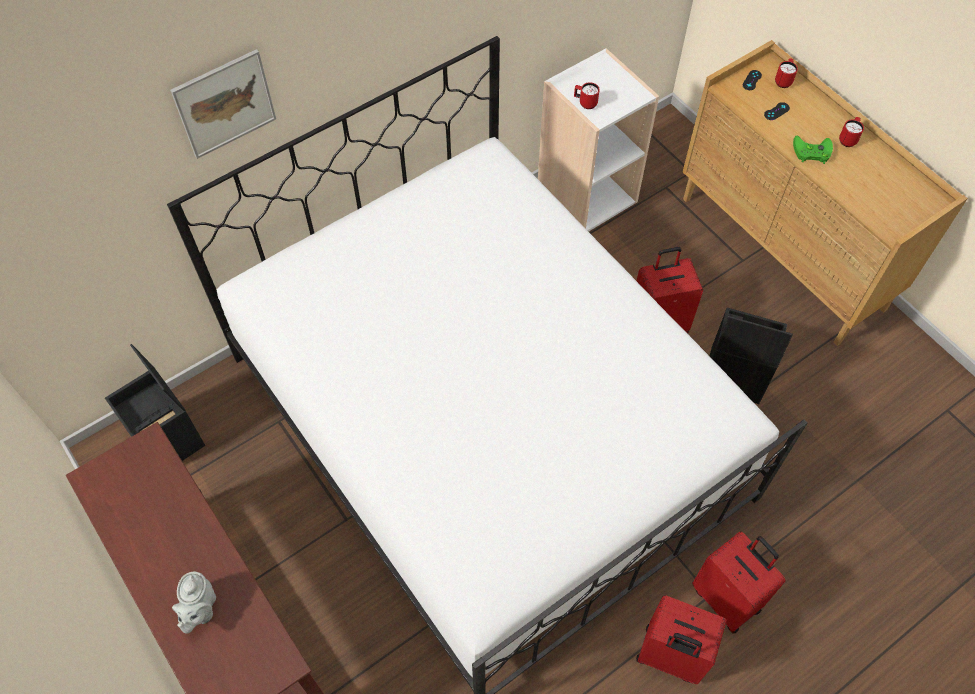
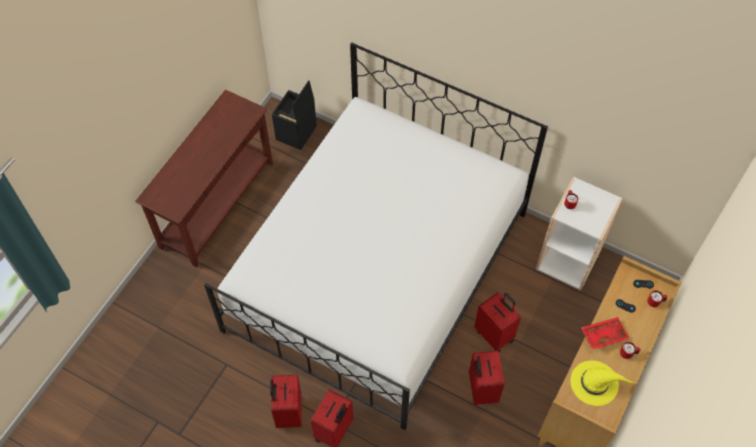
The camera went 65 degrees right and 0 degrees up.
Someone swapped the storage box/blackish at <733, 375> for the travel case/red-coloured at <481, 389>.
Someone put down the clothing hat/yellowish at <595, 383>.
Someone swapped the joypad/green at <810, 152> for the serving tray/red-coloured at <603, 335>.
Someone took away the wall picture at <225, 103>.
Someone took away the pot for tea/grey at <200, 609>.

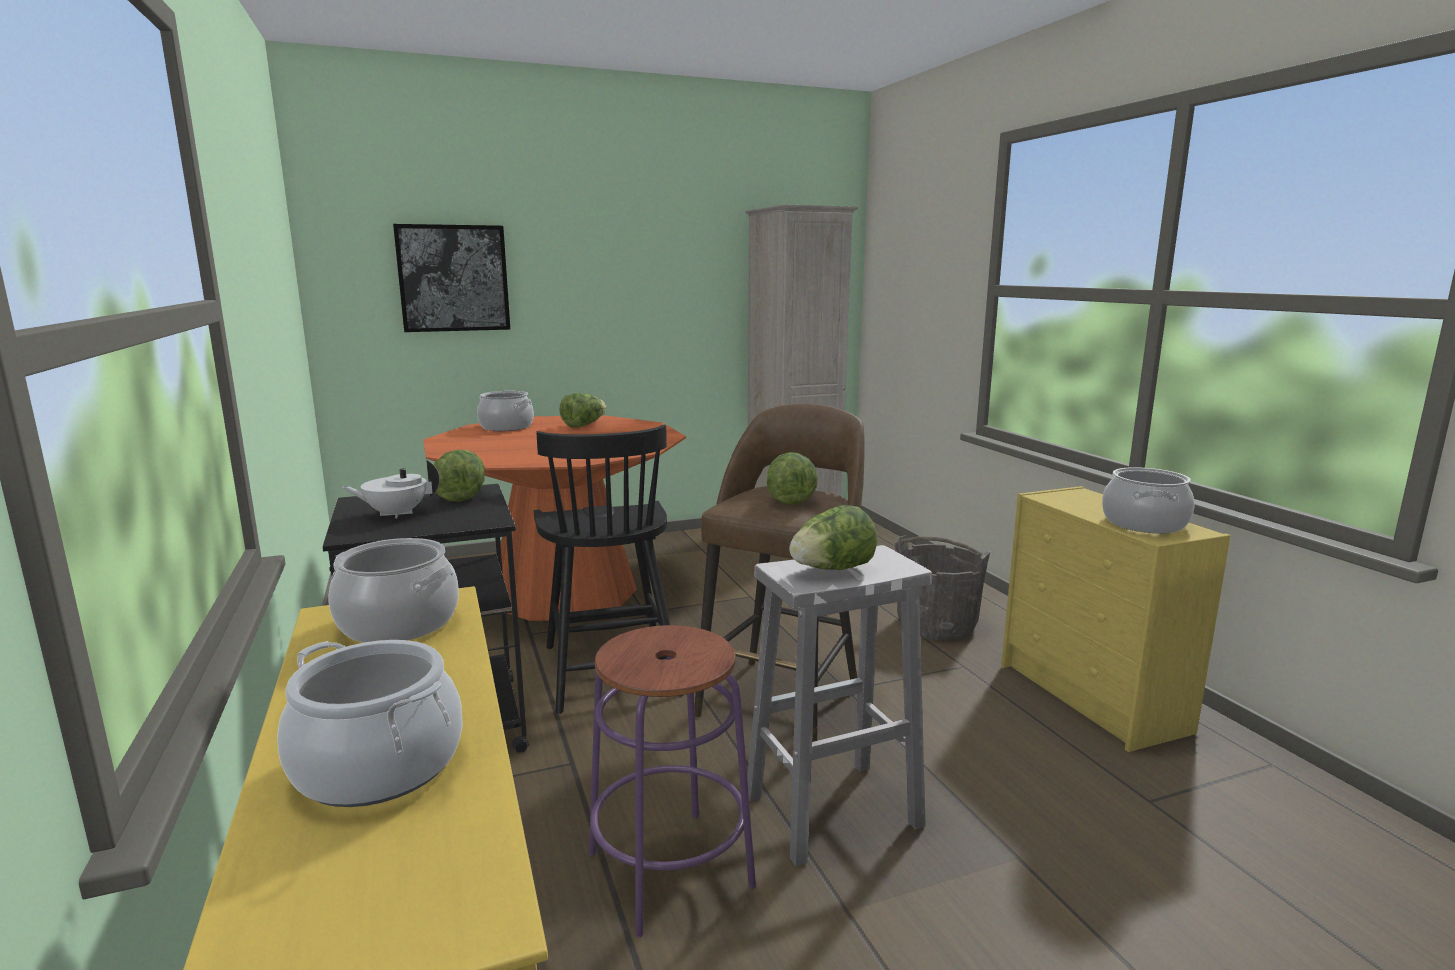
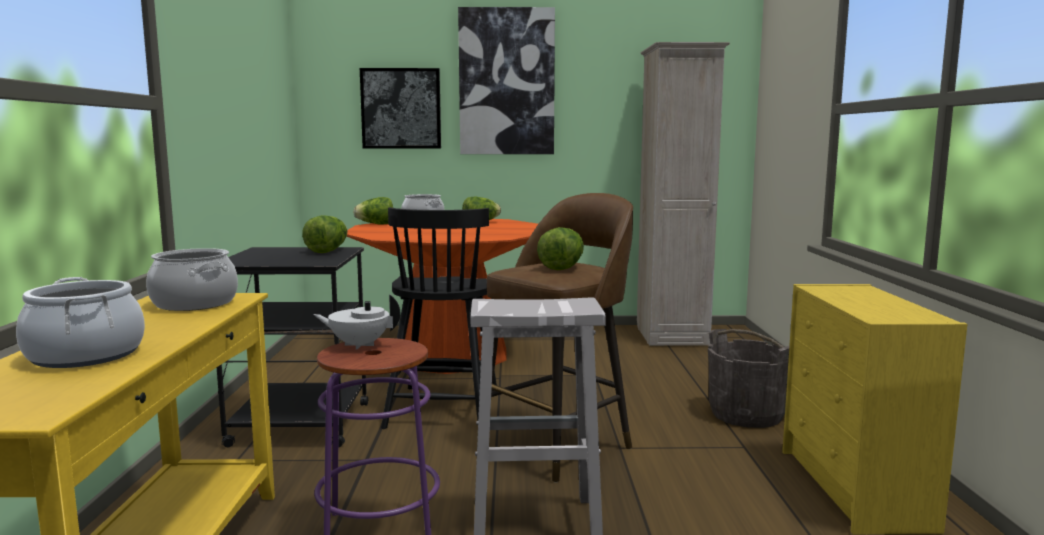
The camera went 20 degrees right and 5 degrees down.
Someone carried the pot for tea/white from <396, 514> to <359, 345>.
Someone carried the head of lettuce from <832, 570> to <376, 224>.
Someone put up the wall picture at <506, 82>.
Someone took away the saucepot at <1145, 524>.

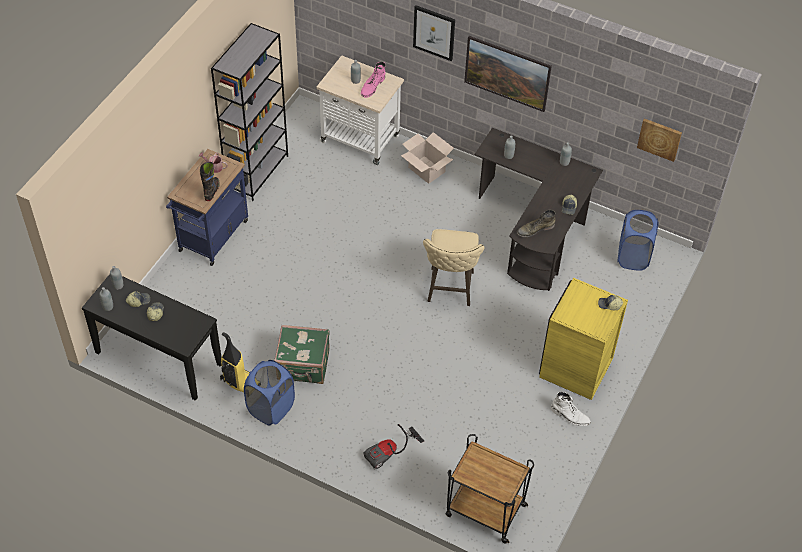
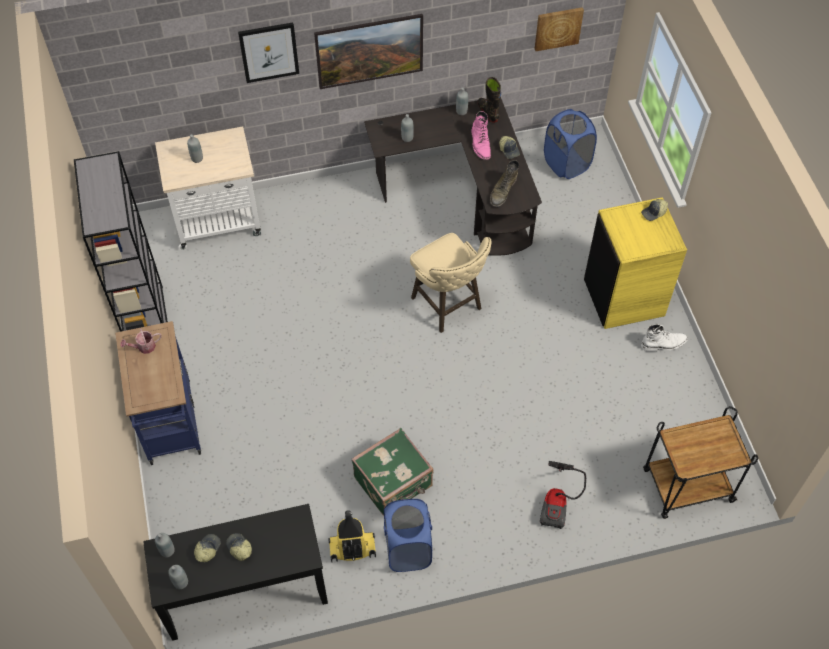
The camera went 40 degrees left and 5 degrees up.
Someone carried the high-top boot/pinkish from <372, 86> to <480, 144>.
Someone carried the high-top boot/blackish from <212, 191> to <488, 112>.
Someone took away the packing box at <427, 169>.

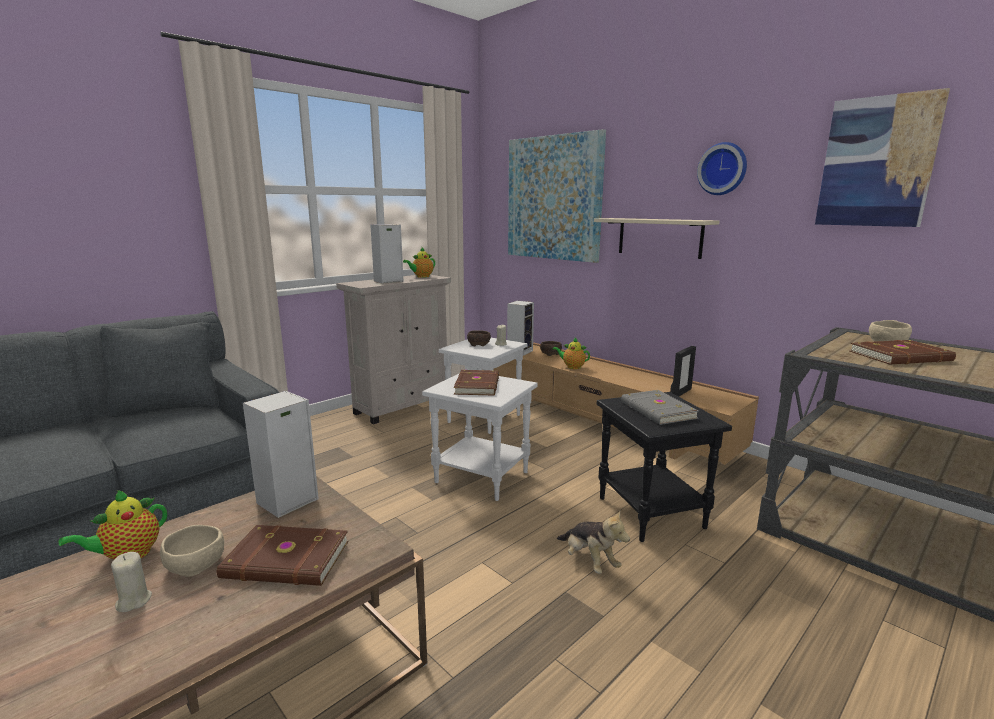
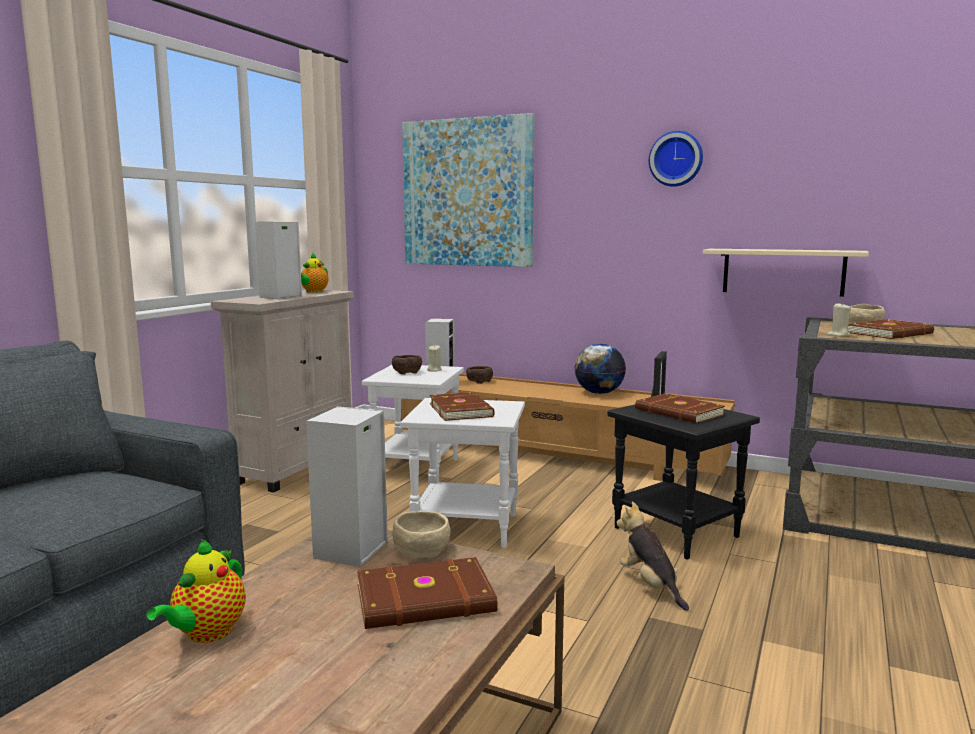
The camera went 20 degrees left and 5 degrees down.
Someone carried the bowl/sand-coloured from <197, 564> to <423, 550>.
Someone put down the world globe at <599, 393>.
Someone rotated the cuddly toy at <589, 561> by 150 degrees counterclockwise.
Someone repainted the book/grey at <657, 410>, which became the book/brown-coloured at <678, 412>.
Someone carried the wall shelf/sand-coloured from <659, 237> to <783, 272>.
Someone carried the wax candle/sand-coloured from <133, 601> to <838, 335>.
Someone took away the pot for tea at <572, 367>.
Someone took away the wall picture at <877, 162>.

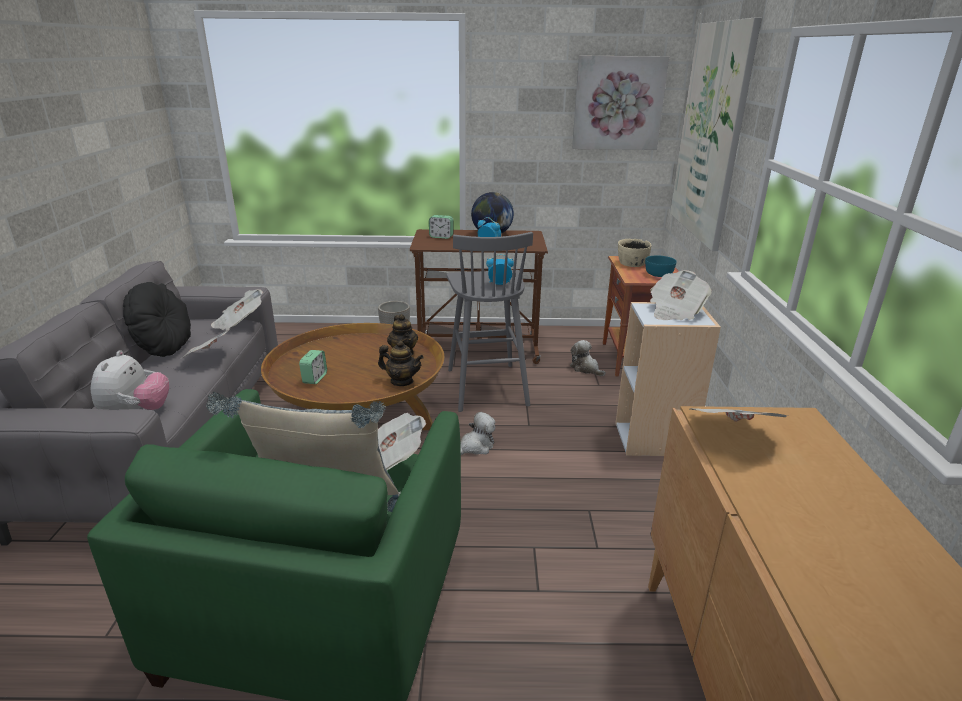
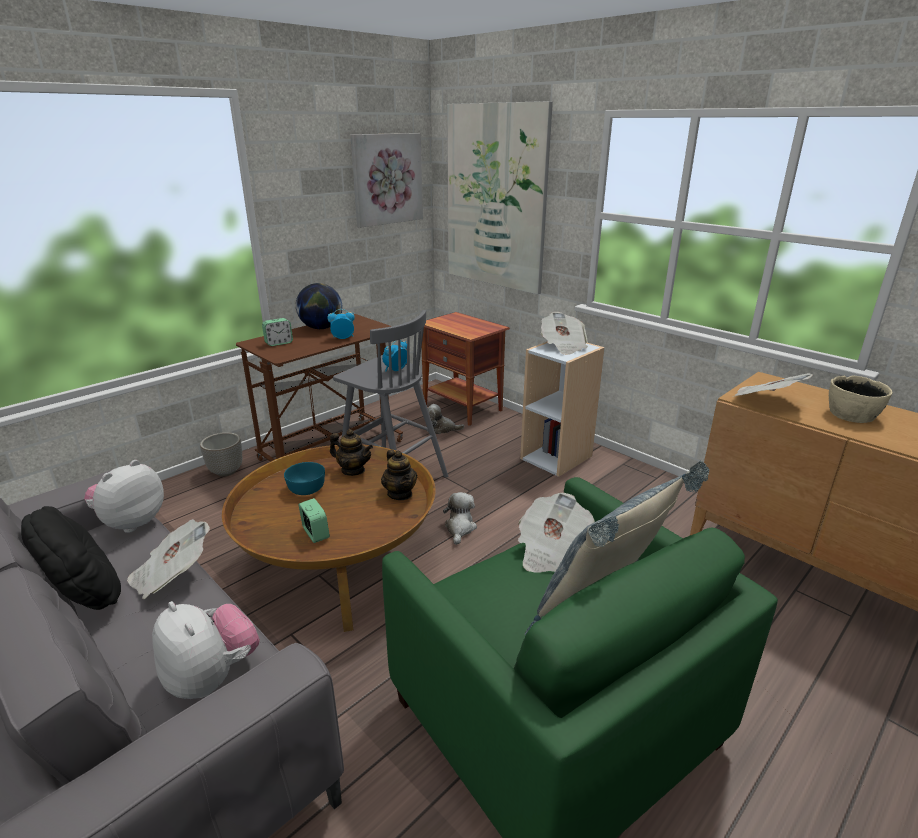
The camera went 45 degrees left and 0 degrees up.
Someone swapped the daily paper at <239, 323> for the cuddly toy at <131, 522>.
Someone carried the bowl/blue-green from <659, 274> to <307, 488>.
Someone rotated the pot for tea at <402, 381> by 90 degrees clockwise.
Someone carried the bowl/sand-coloured from <632, 263> to <852, 415>.

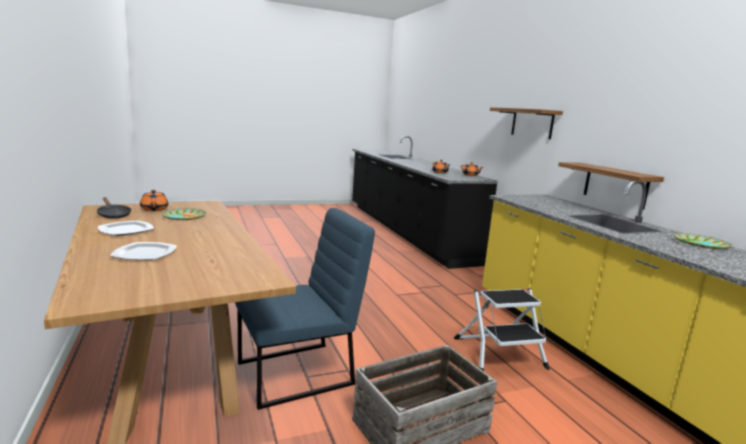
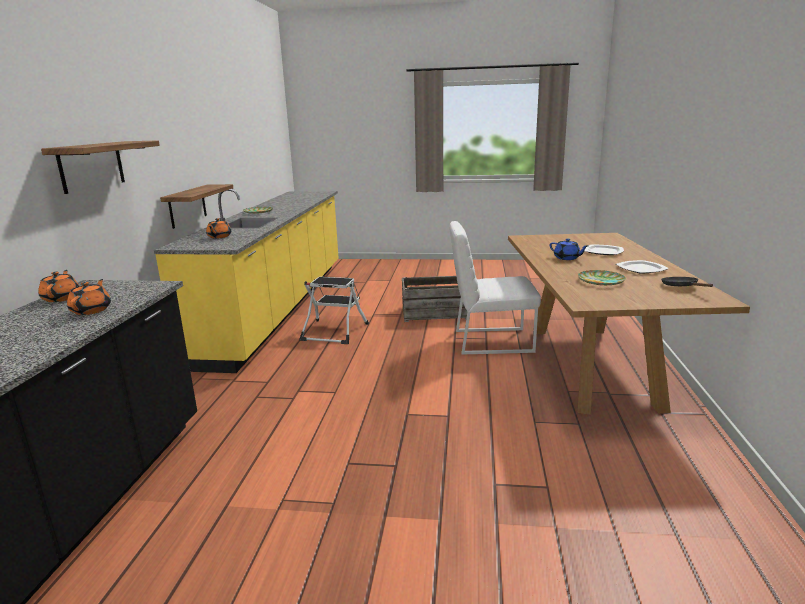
The camera went 150 degrees left and 5 degrees up.
Someone carried the pot for tea/orange from <154, 209> to <219, 237>.
Someone repainted the plain chair/blue-coloured at <299, 373>, which became the plain chair/white at <490, 341>.
Someone put down the pot for tea/blue-coloured at <567, 258>.

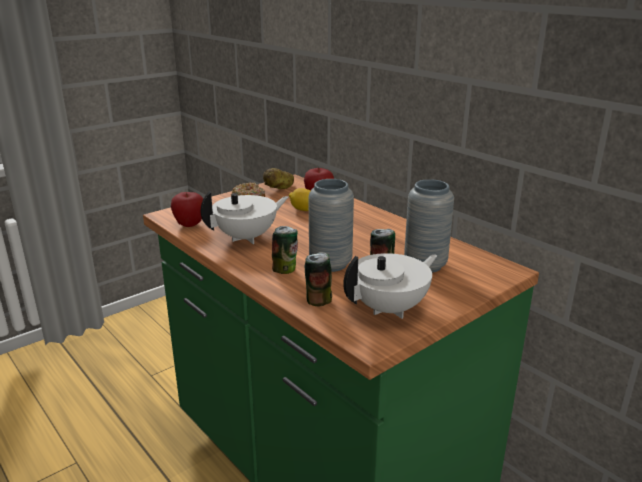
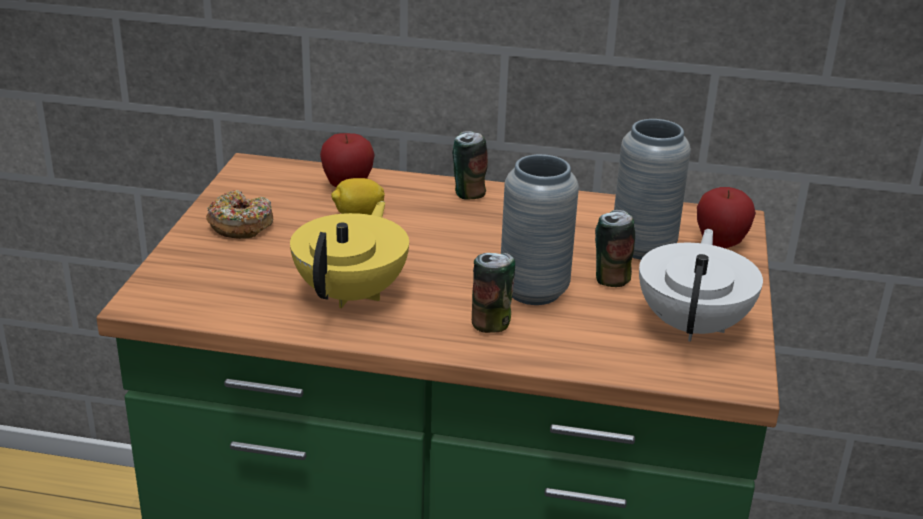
The camera went 40 degrees left and 5 degrees up.
Someone repainted the pot for tea/white at <247, 237>, which became the pot for tea/yellowish at <352, 293>.
Someone carried the sealed can from <318, 300> to <468, 193>.
Someone carried the apple from <190, 225> to <720, 244>.
Someone took away the whole potato at <279, 188>.

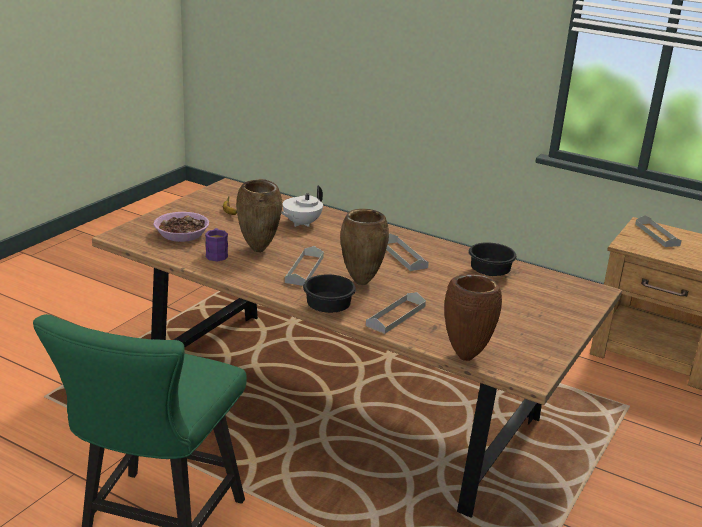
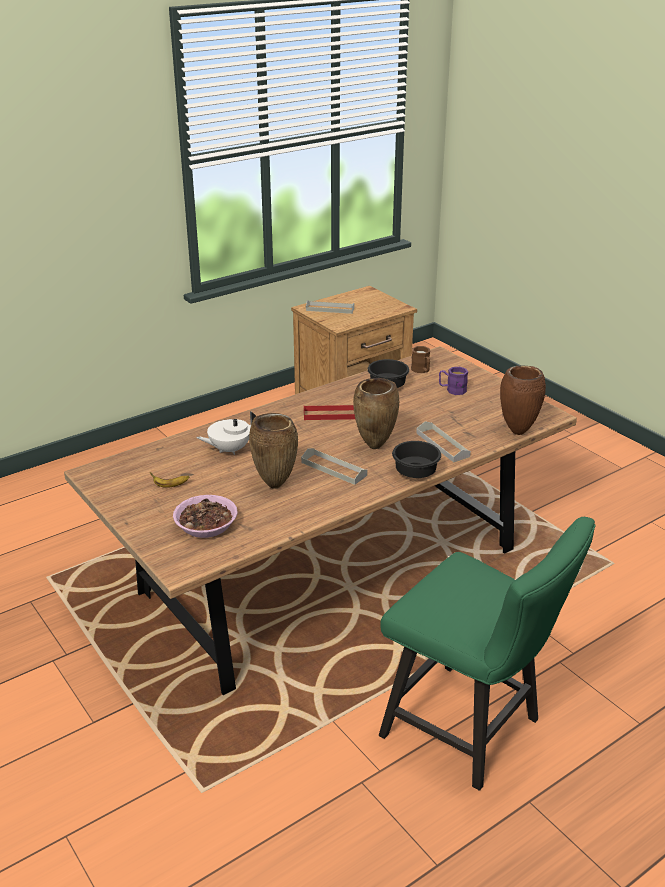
The camera went 65 degrees left and 5 degrees up.
Someone rotated the pot for tea/white at <301, 224> by 90 degrees clockwise.
Someone repainted the serving tray/grey at <403, 256>, which became the serving tray/red-coloured at <334, 414>.
Someone put down the mug/brown-coloured at <422, 370>.
Someone carried the mug/purple from <216, 254> to <452, 390>.

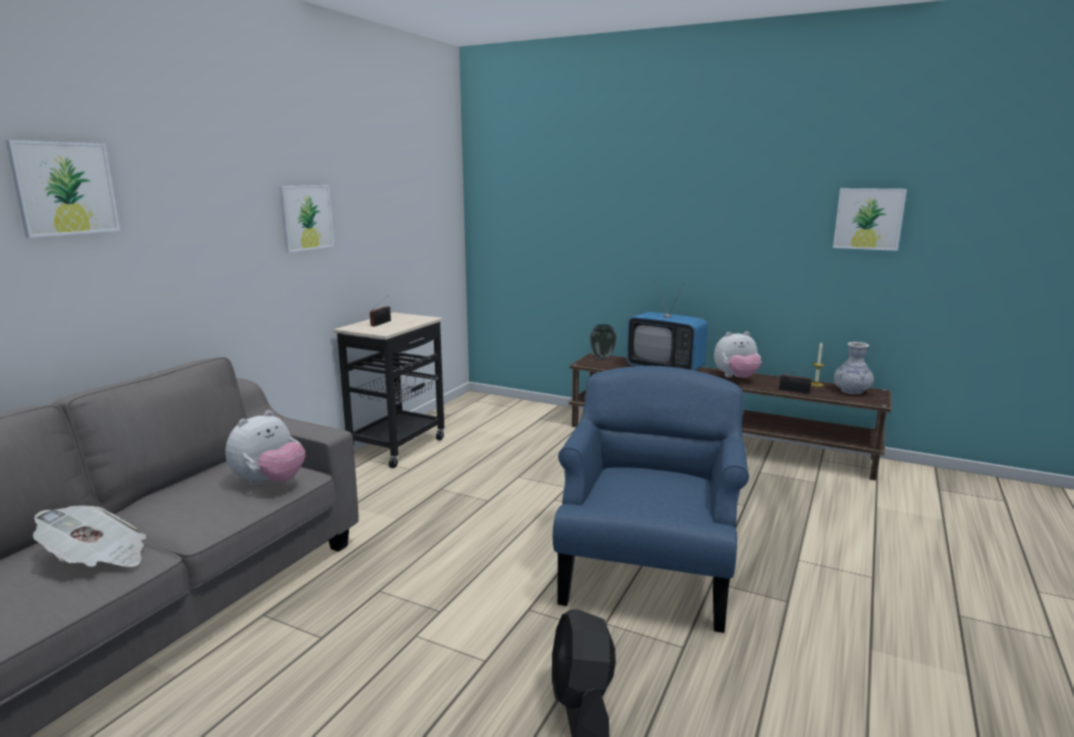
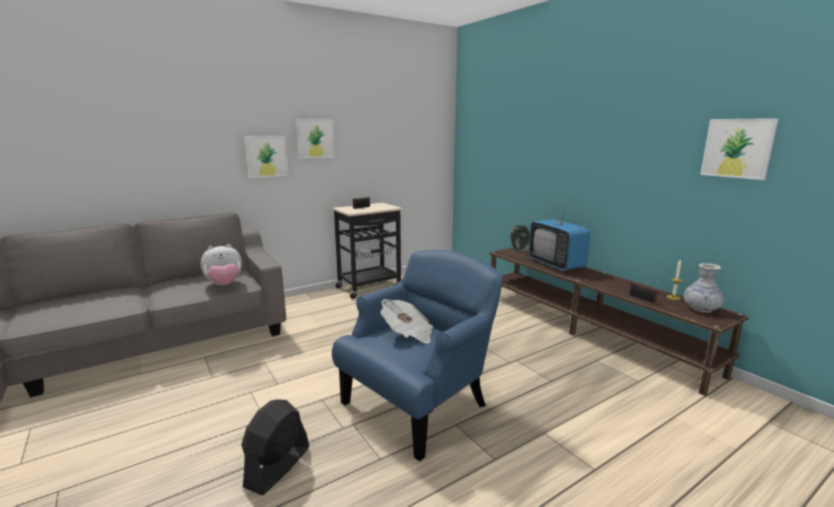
The camera went 30 degrees right and 0 degrees up.
Someone carried the wall picture from <65, 188> to <266, 156>.
Someone carried the daily paper from <98, 559> to <408, 334>.
Someone took away the cuddly toy at <736, 378>.

